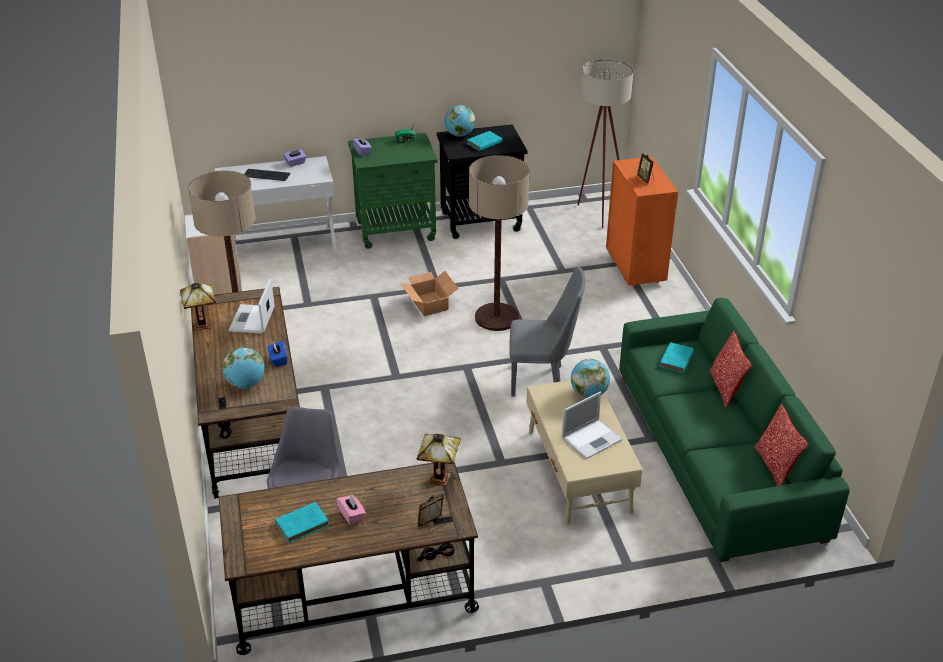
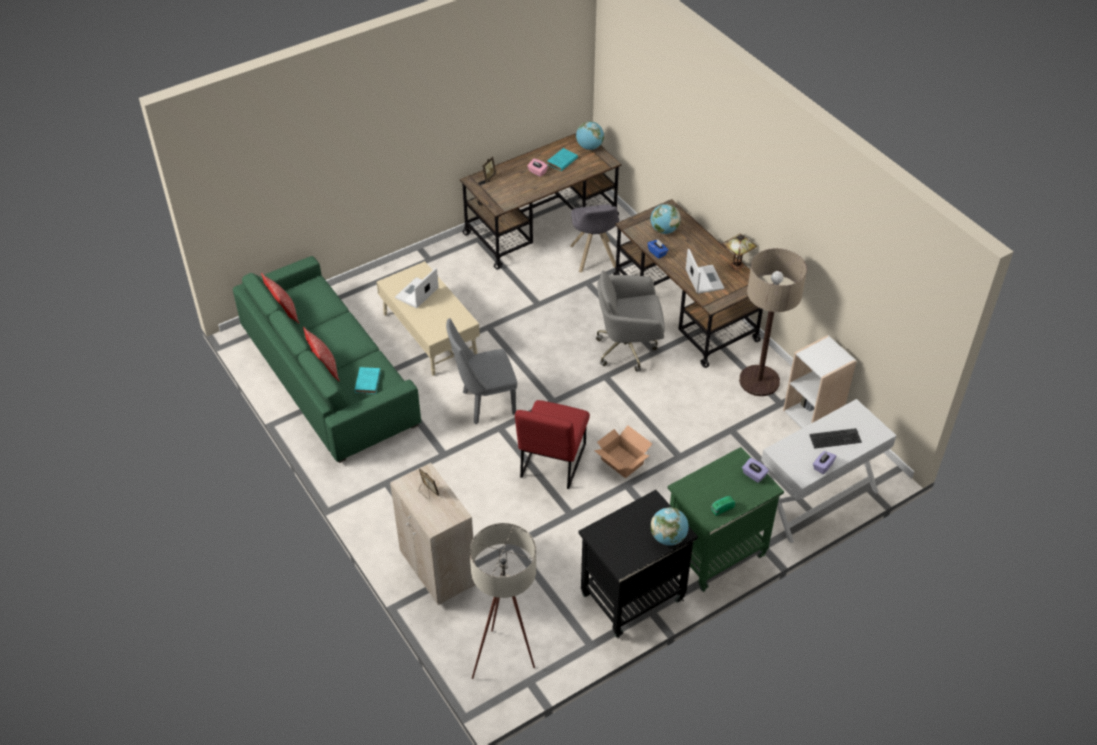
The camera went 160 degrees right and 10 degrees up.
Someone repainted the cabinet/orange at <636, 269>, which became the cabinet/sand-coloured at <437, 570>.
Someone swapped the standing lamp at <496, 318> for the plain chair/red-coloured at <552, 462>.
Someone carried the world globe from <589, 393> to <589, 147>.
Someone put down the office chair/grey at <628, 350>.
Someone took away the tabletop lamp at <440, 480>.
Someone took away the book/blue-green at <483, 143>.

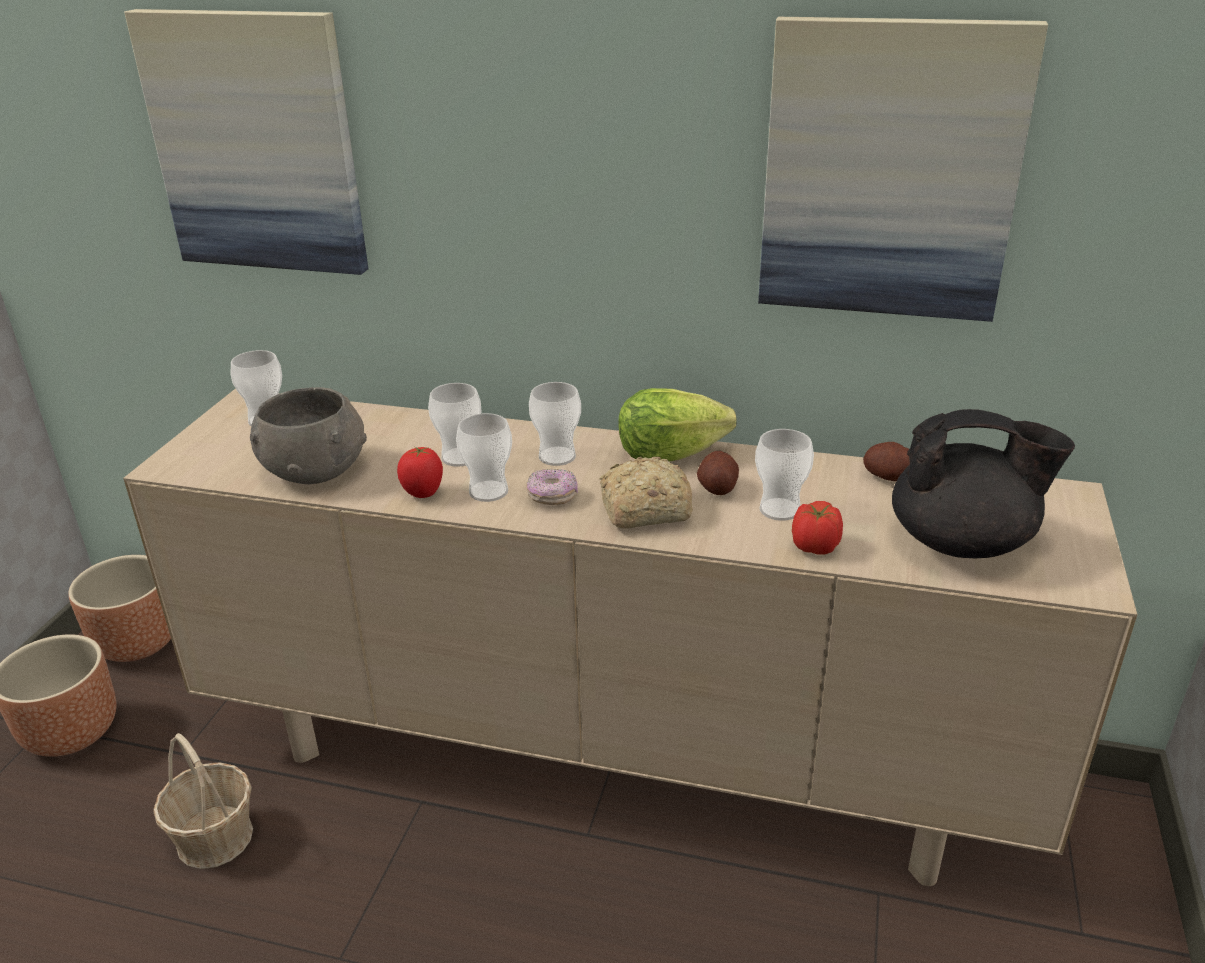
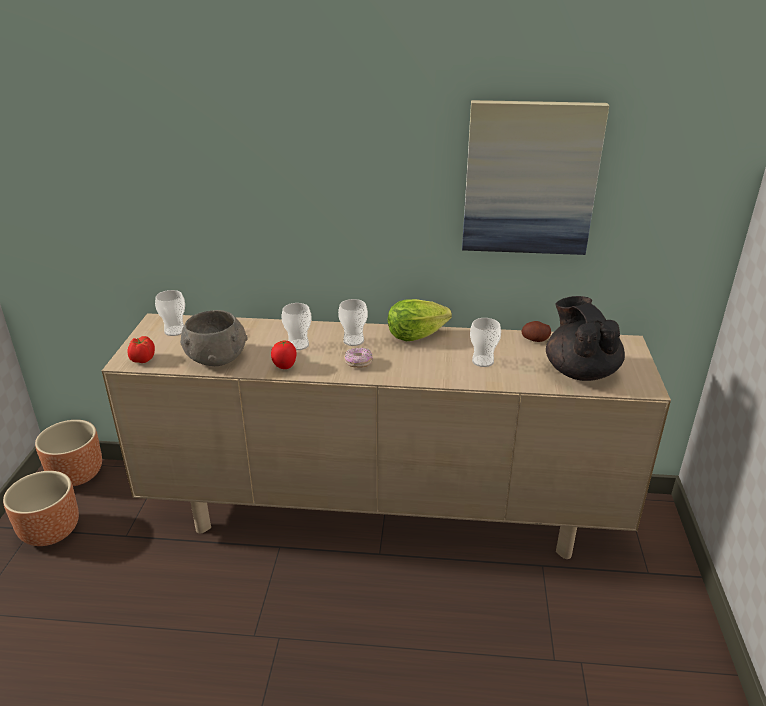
The camera went 10 degrees left and 0 degrees up.
Someone carried the tomato from <814, 546> to <142, 359>.
Someone rotated the pot for tea/blackish at <963, 543> by 105 degrees counterclockwise.
Someone took away the wall picture at <256, 144>.
Someone took away the household basket at <215, 837>.
Someone took away the small cup at <488, 491>.
Someone took away the bread at <642, 510>.
Someone took away the whole potato at <717, 488>.

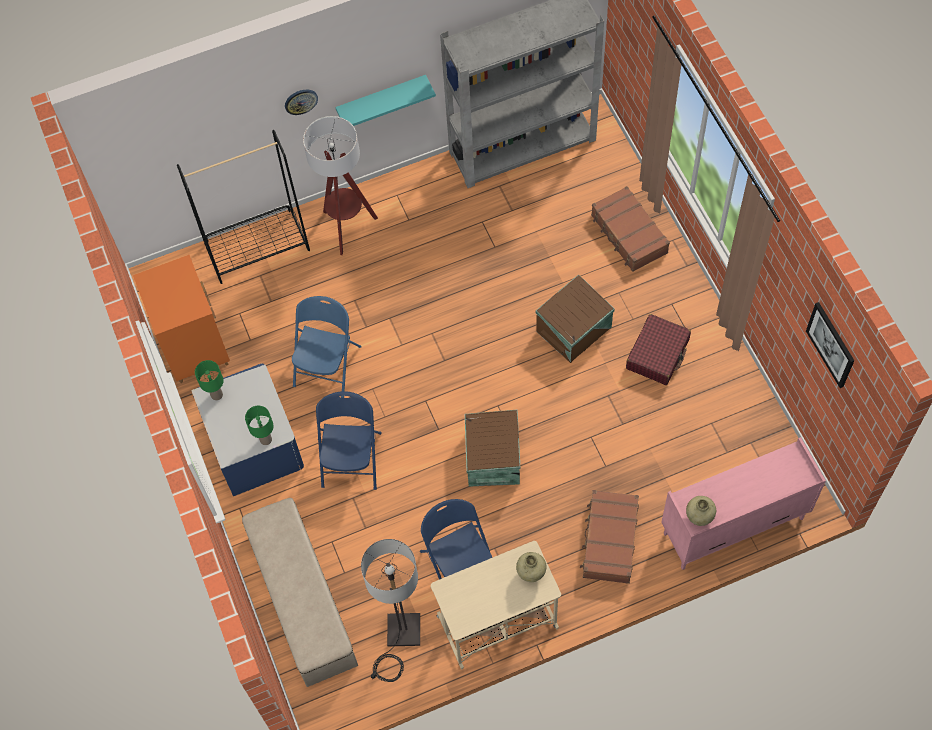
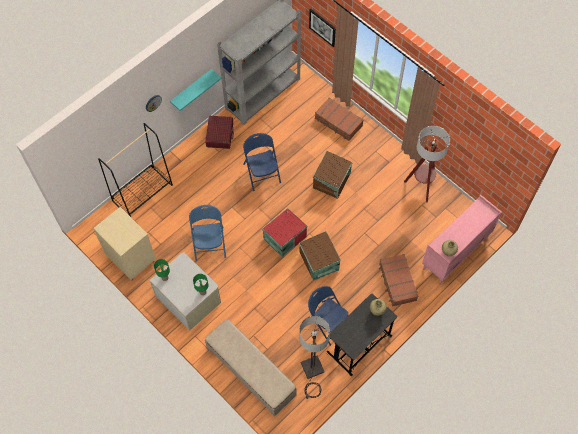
The camera went 25 degrees left and 0 degrees up.
Someone repainted the chest of drawers/orange at <194, 347>, which became the chest of drawers/sand-coloured at <131, 258>.
Someone repainted the nightstand/blue-coloured at <254, 445>, which became the nightstand/sand-coloured at <188, 299>.
Someone carried the travel case/red-coloured from <657, 354> to <220, 135>.
Someone carried the plain chair/blue-coloured from <352, 460> to <262, 173>.
Someone put down the storage box/red-coloured at <284, 237>.
Someone carried the wall picture from <831, 344> to <322, 27>.
Someone repainted the desk unit/sand-coloured at <497, 622>, which became the desk unit/blackish at <359, 345>.
Someone carried the standing lamp from <347, 228> to <421, 186>.

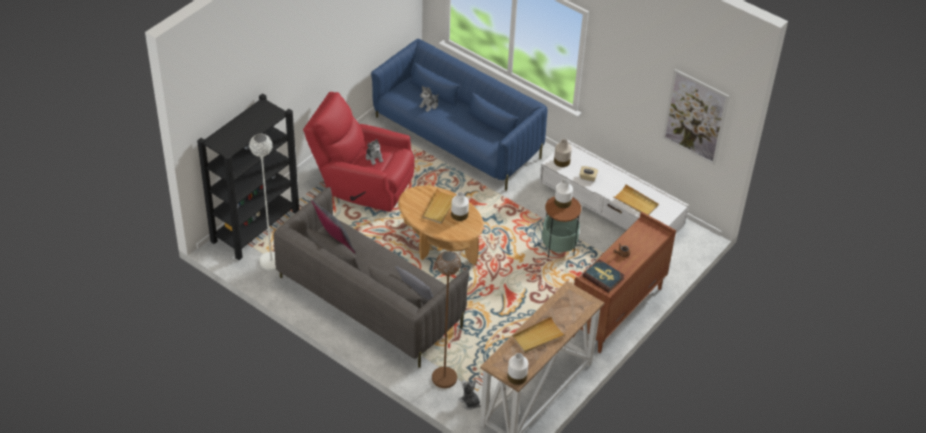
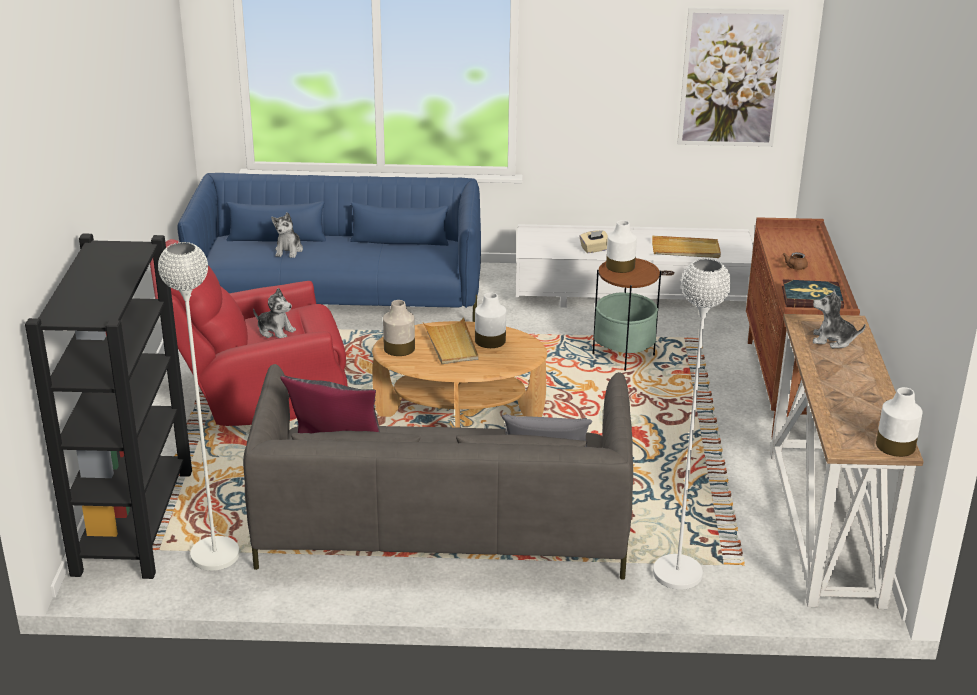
The camera went 35 degrees left and 15 degrees down.
Someone carried the vase/sand-coloured from <561, 161> to <399, 348>.
Someone repainted the standing lamp/brown-coloured at <444, 378>, which became the standing lamp/white at <677, 574>.
Someone carried the cuddly toy from <469, 402> to <833, 340>.
Someone took away the serving tray/sand-coloured at <538, 337>.

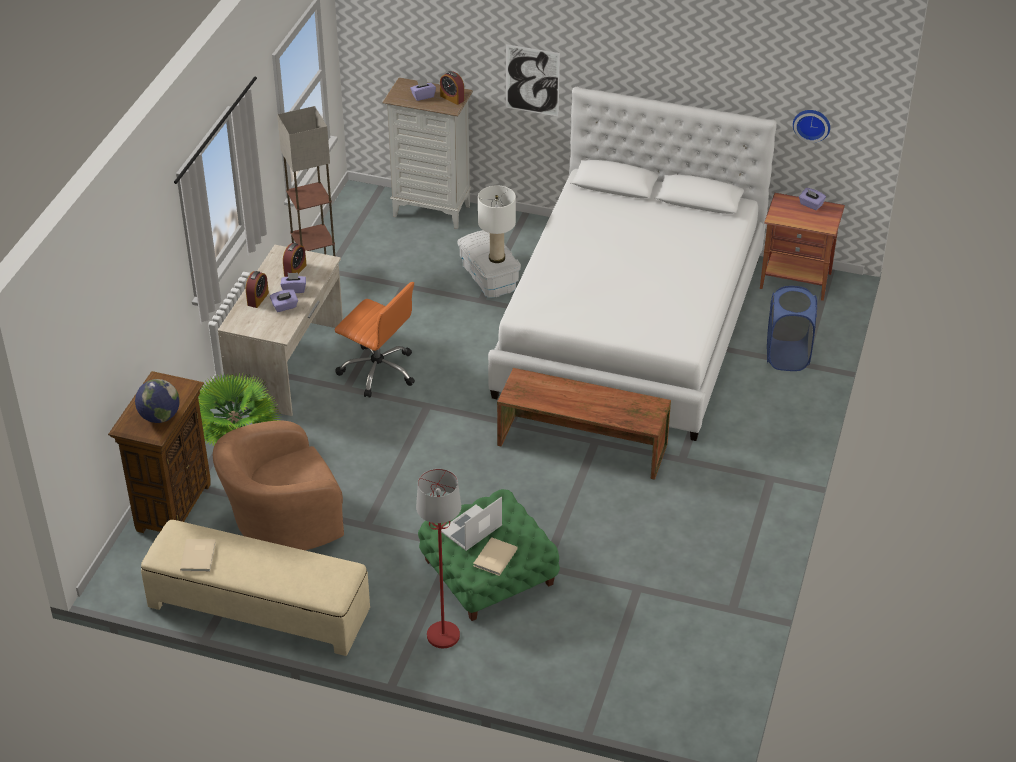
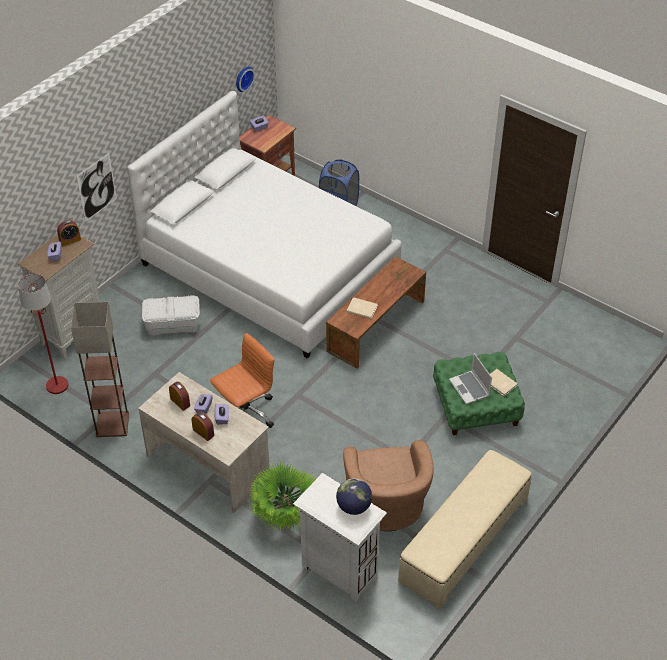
The camera went 70 degrees left and 5 degrees up.
Someone carried the standing lamp/red-coloured from <443, 636> to <57, 386>.
Someone repainted the cabinet/brown-coloured at <173, 506>, which became the cabinet/white at <338, 572>.
Someone carried the book/sand-coloured from <199, 556> to <362, 308>.
Someone took away the tabletop lamp/white at <496, 258>.

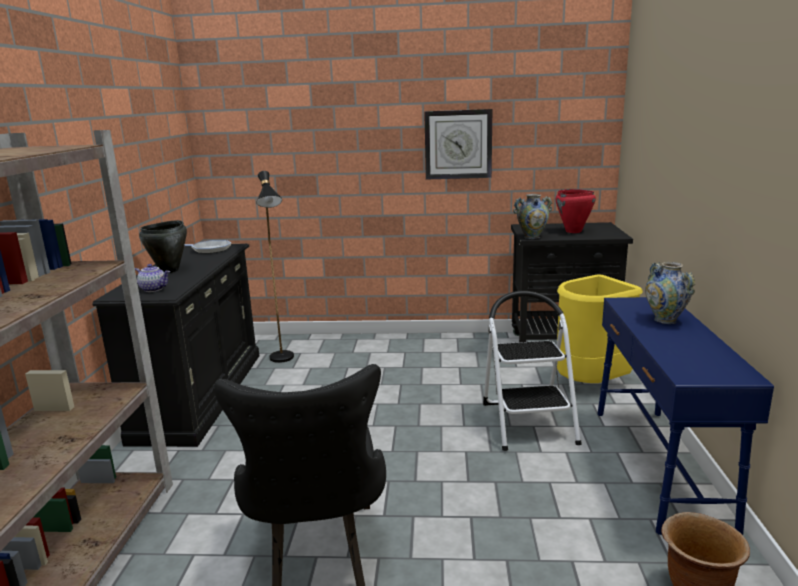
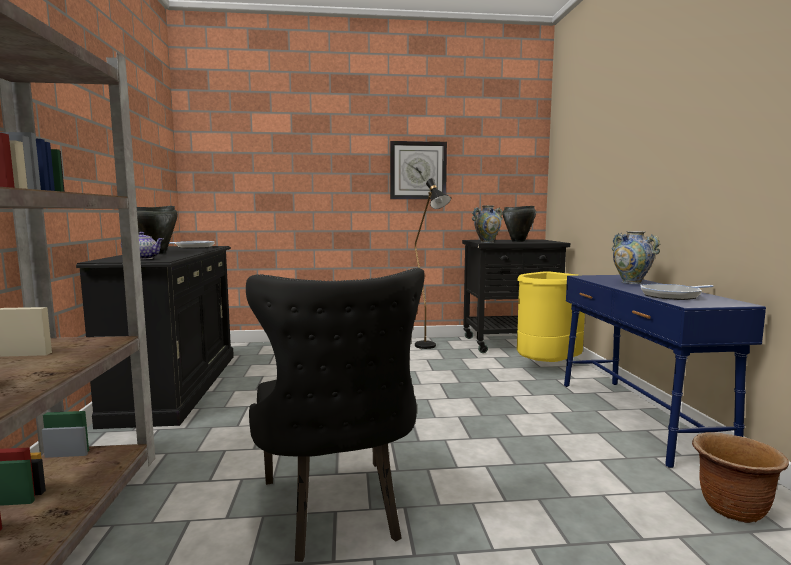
The camera went 10 degrees left and 10 degrees down.
Someone carried the standing lamp/blackish from <283, 361> to <430, 347>.
Someone repainted the saucepot/red-coloured at <573, 231>, which became the saucepot/blackish at <518, 241>.
Someone put down the frying pan at <672, 295>.
Someone took away the step ladder at <528, 422>.

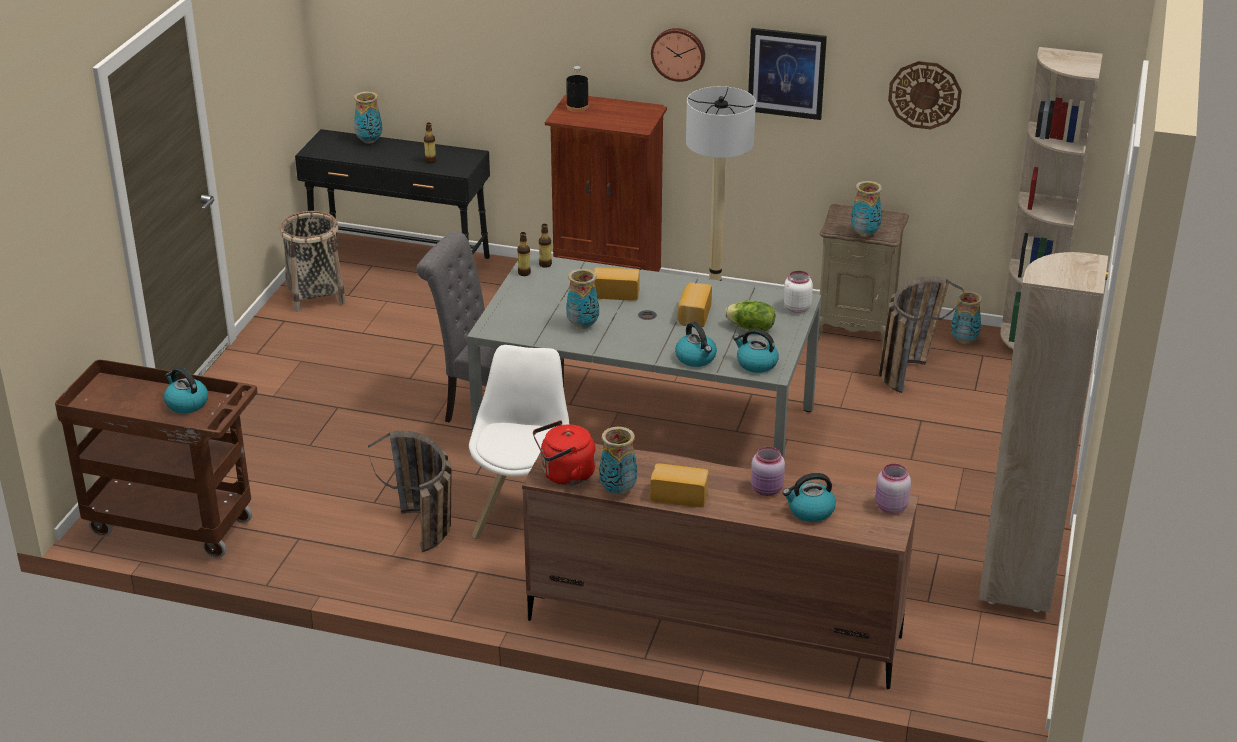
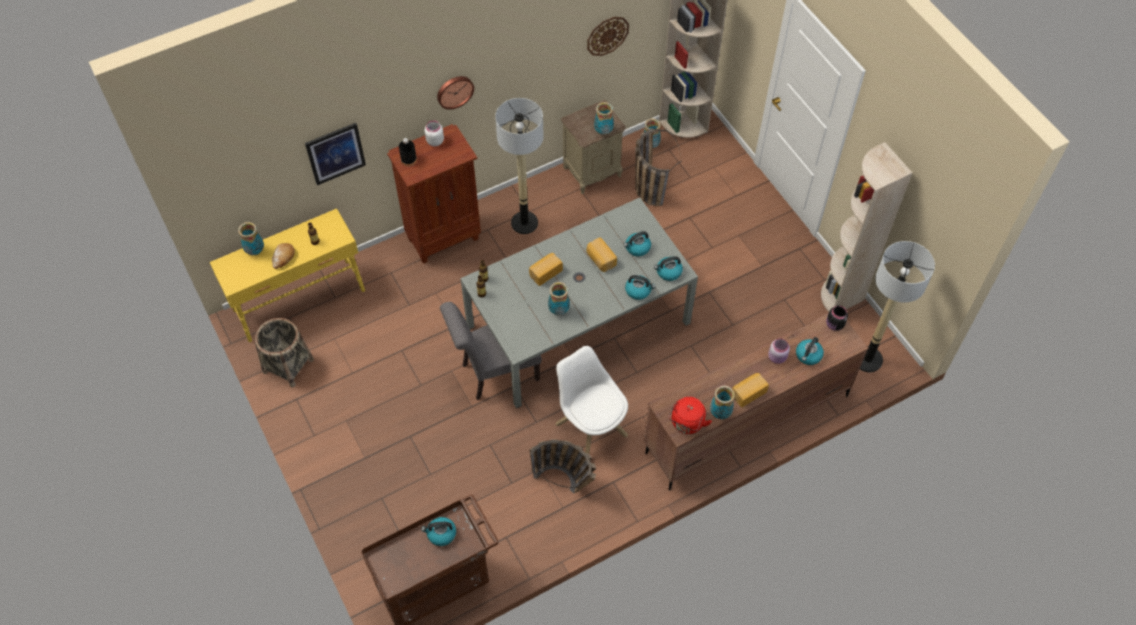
The camera went 45 degrees left and 25 degrees up.
Someone repainted the hall table/blackish at <399, 260>, which became the hall table/yellowish at <300, 301>.
Someone put down the bread at <283, 258>.
Someone carried the wall picture from <786, 73> to <335, 153>.
Someone carried the jar/white from <796, 308> to <434, 141>.
Someone swapped the head of lettuce at <751, 328> for the water kettle at <637, 248>.
Someone repainted the jar/pinkish at <890, 507>, which became the jar/blackish at <834, 325>.
Someone put down the standing lamp at <868, 360>.

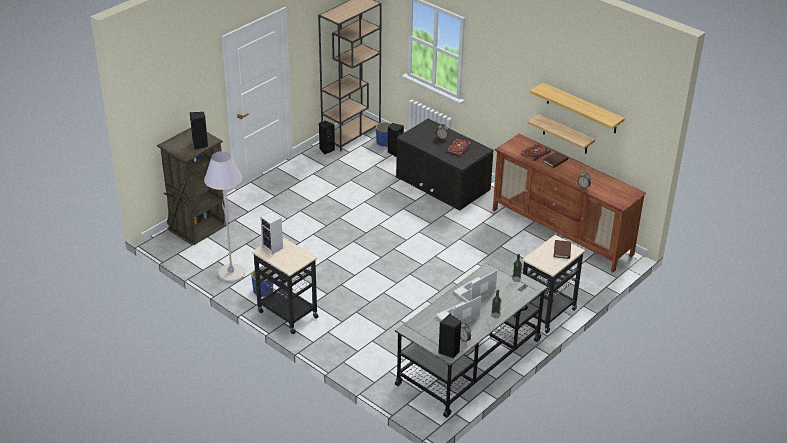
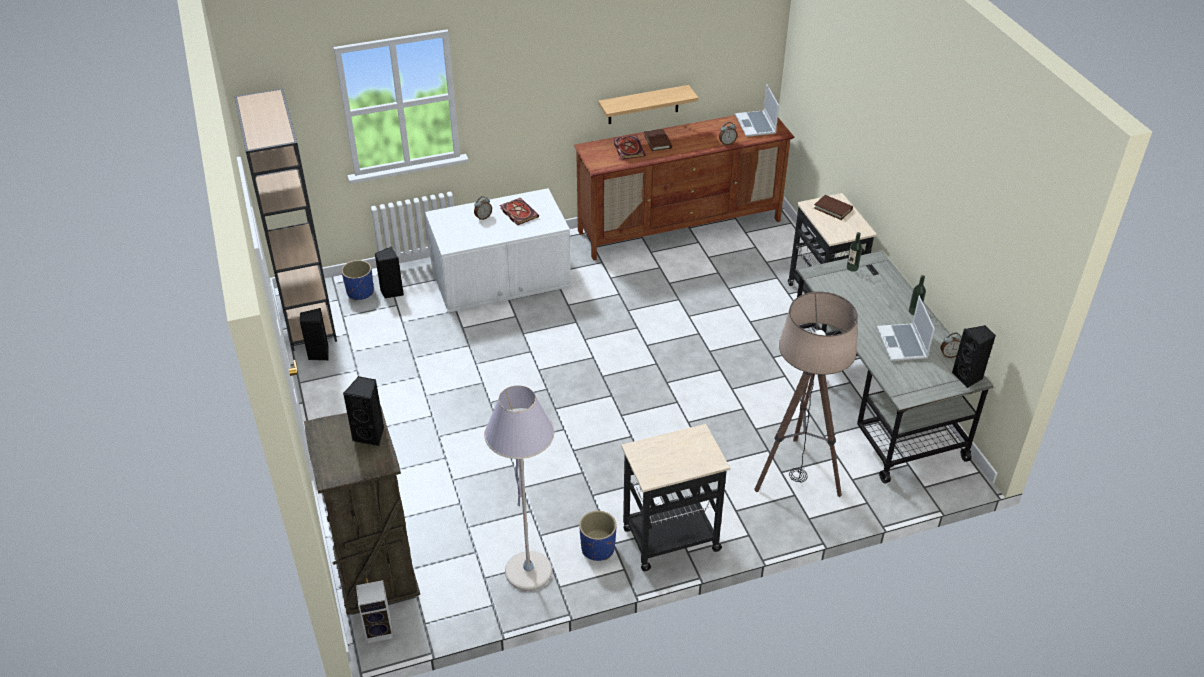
The camera went 60 degrees left and 5 degrees up.
Someone carried the loudspeaker from <273, 248> to <380, 630>.
Someone repainted the cabinet/blackish at <443, 183>, which became the cabinet/white at <501, 278>.
Someone carried the notebook computer from <474, 292> to <756, 125>.
Someone put down the standing lamp at <796, 475>.
Someone took away the wall shelf at <581, 108>.

